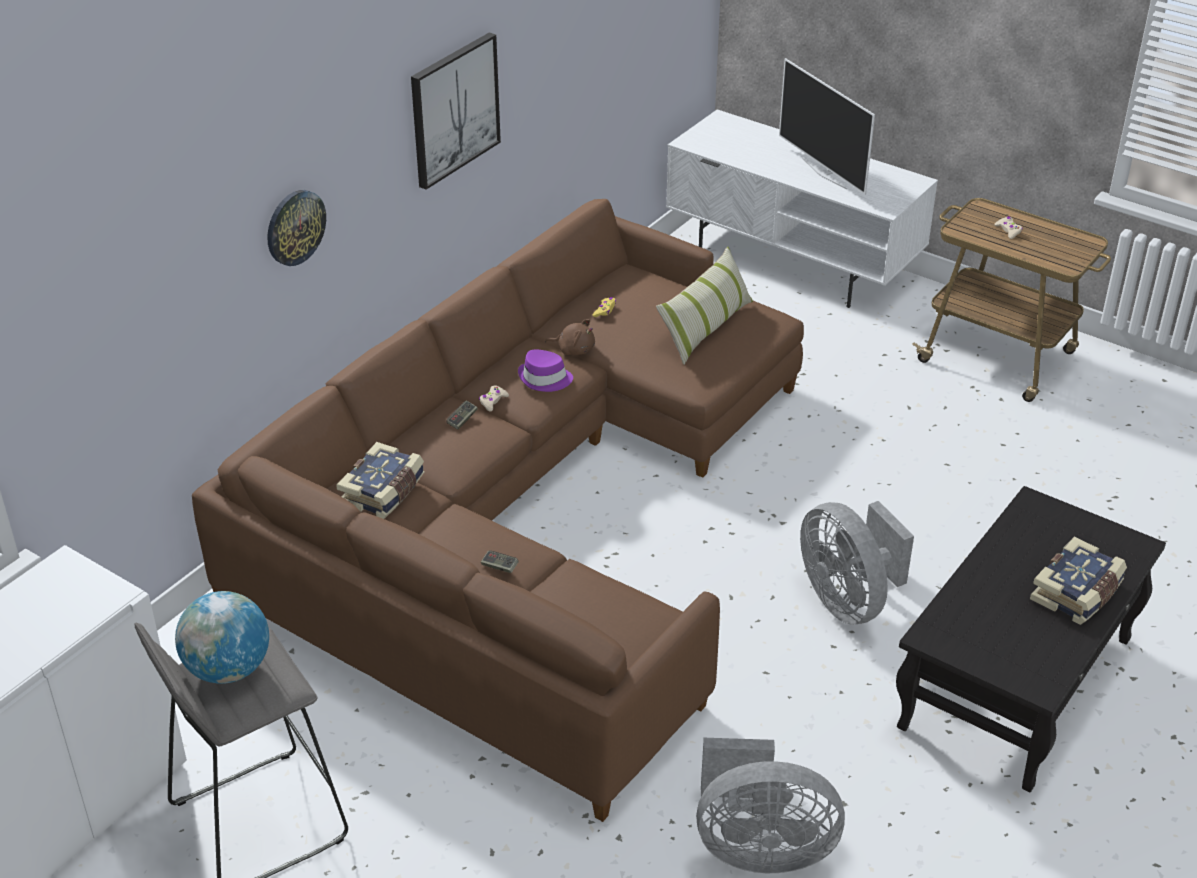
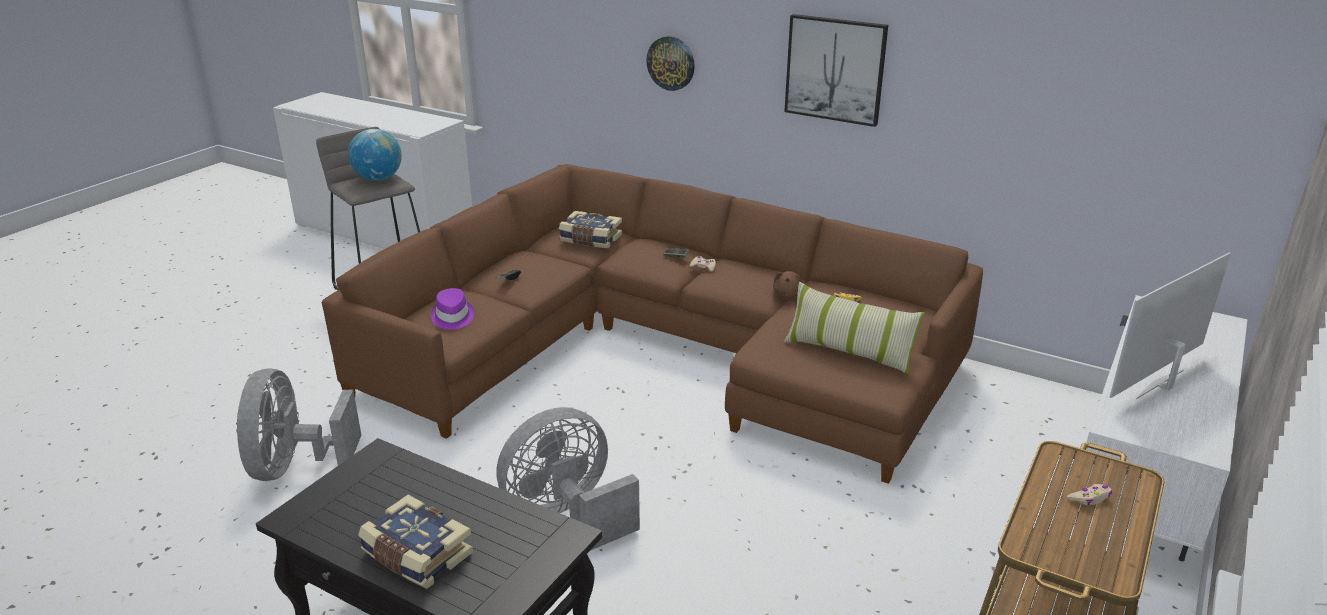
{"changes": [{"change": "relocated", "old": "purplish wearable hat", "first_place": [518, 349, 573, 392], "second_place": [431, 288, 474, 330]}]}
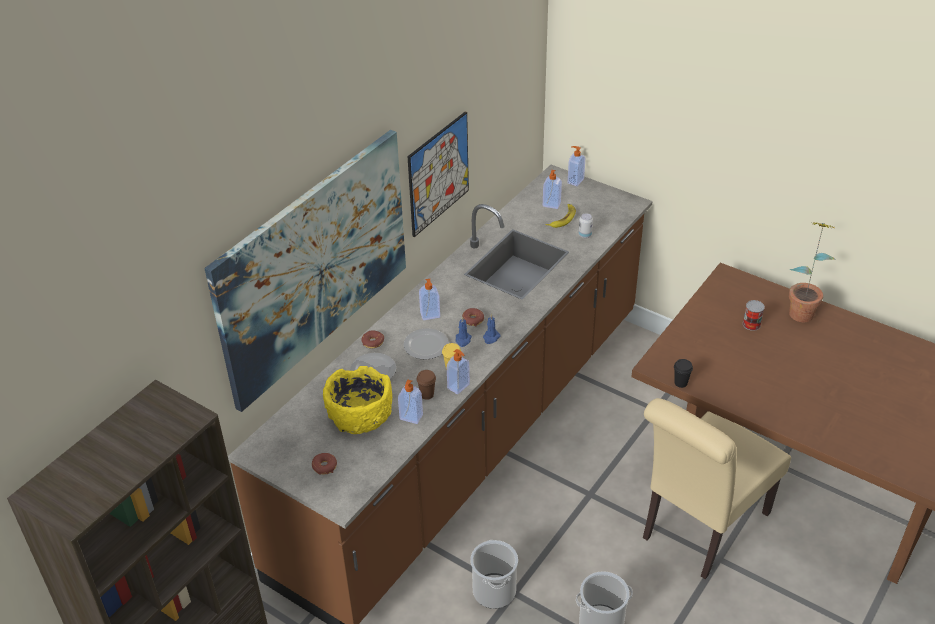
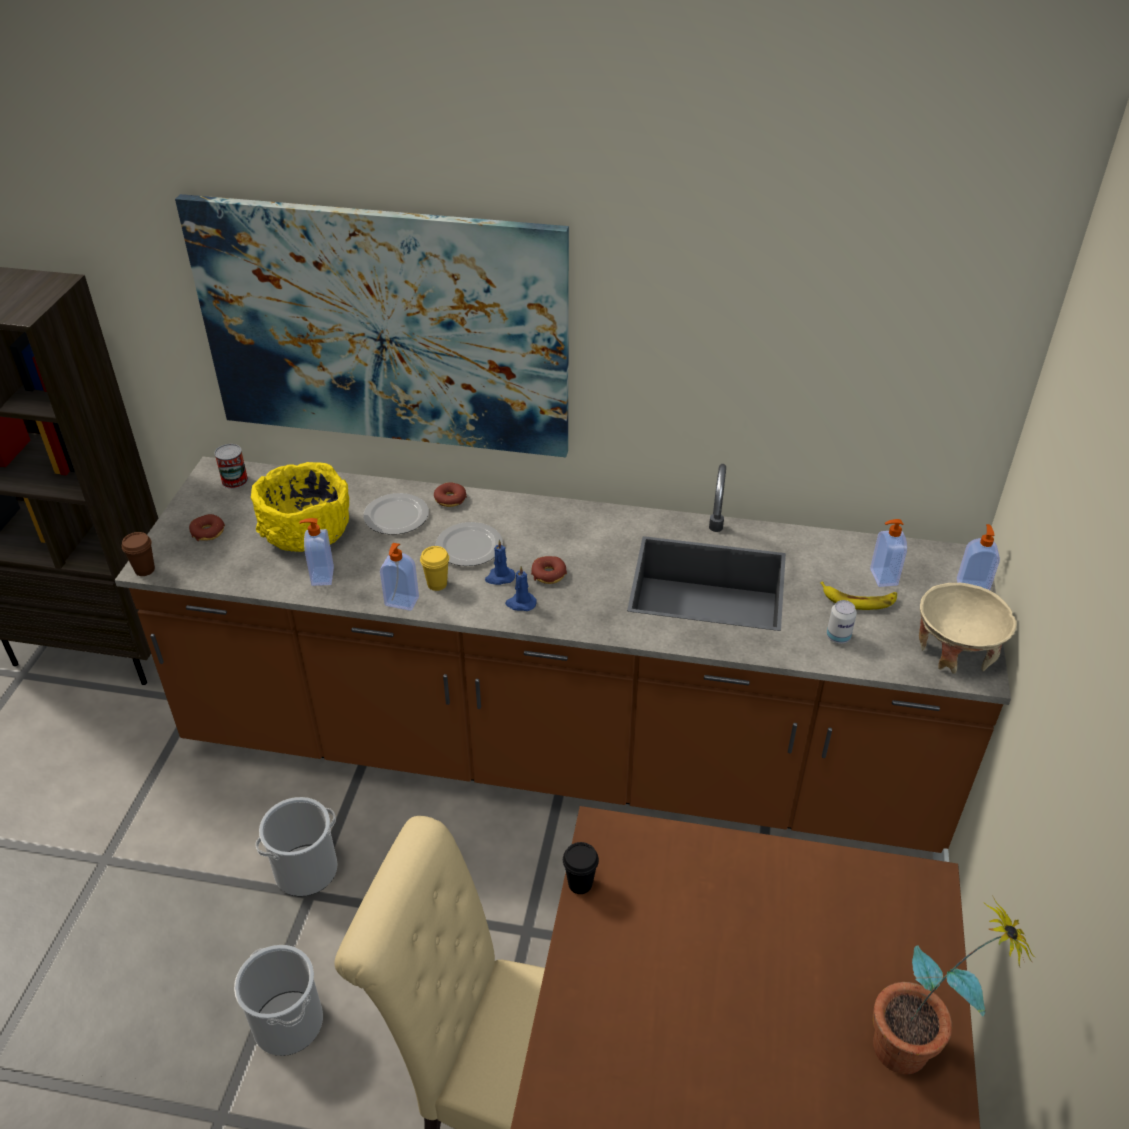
{"changes": [{"change": "missing", "old": "wall picture", "first_place": [407, 111, 469, 237]}, {"change": "relocated", "old": "brown cup", "first_place": [416, 370, 436, 400], "second_place": [122, 532, 155, 576]}, {"change": "missing", "old": "soap dispenser", "first_place": [419, 279, 440, 320]}, {"change": "relocated", "old": "sealed can", "first_place": [743, 300, 765, 331], "second_place": [214, 444, 248, 489]}, {"change": "appeared", "new": "beige-coloured deep dish", "second_place": [919, 583, 1017, 674]}]}
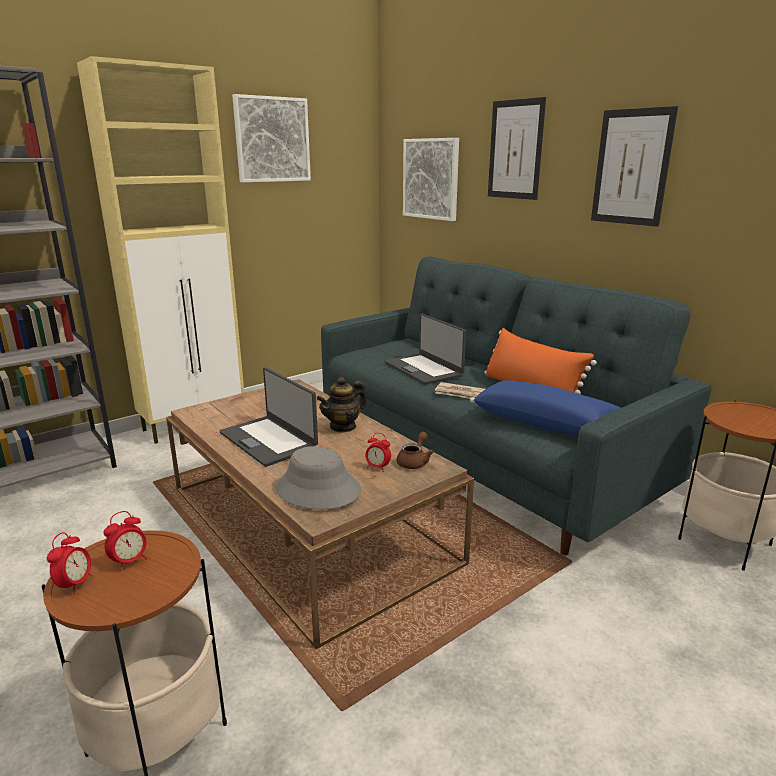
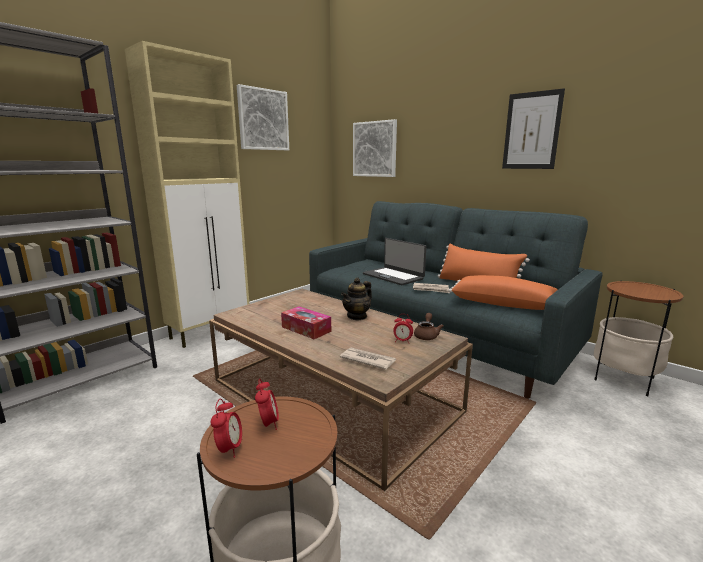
{"changes": [{"change": "spun", "old": "alarm clock", "first_place": [103, 511, 147, 571], "second_place": [255, 378, 279, 430], "degrees": -45}, {"change": "exchanged", "old": "portable computer", "new": "tissue box", "first_place": [219, 367, 318, 467], "second_place": [281, 306, 331, 339]}, {"change": "exchanged", "old": "gray wearable hat", "new": "newspaper", "first_place": [276, 446, 361, 509], "second_place": [340, 347, 396, 370]}, {"change": "colour", "old": "bluish pillow", "new": "orange-coloured pillow", "first_place": [470, 380, 620, 436], "second_place": [448, 275, 558, 310]}, {"change": "missing", "old": "wall picture", "first_place": [488, 97, 546, 200]}]}
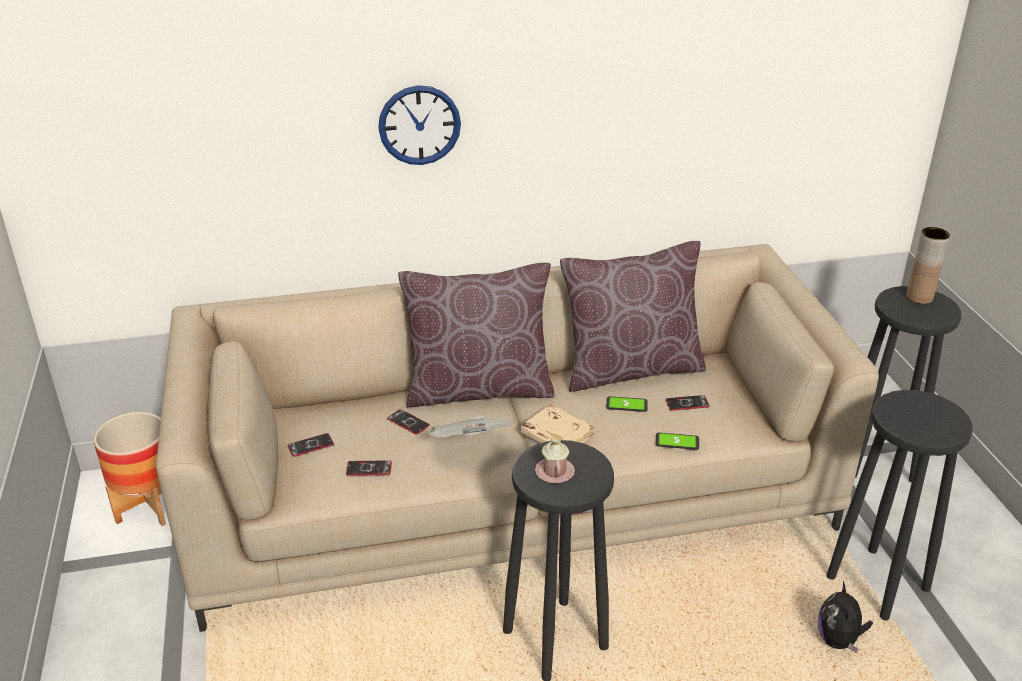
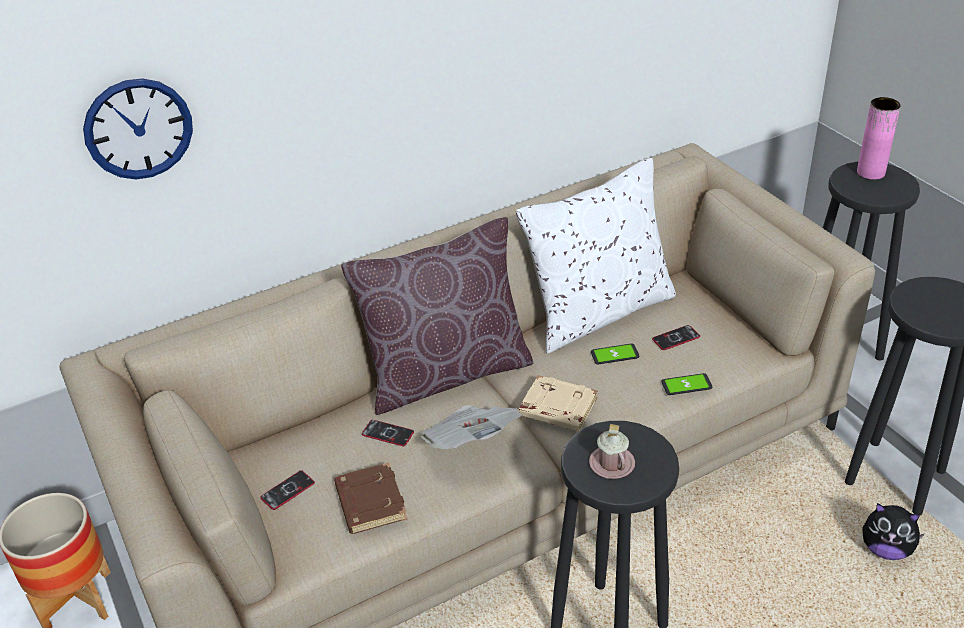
{"changes": [{"change": "exchanged", "old": "telephone", "new": "brown bound book", "first_place": [346, 460, 392, 476], "second_place": [334, 462, 407, 534]}, {"change": "relocated", "old": "wall clock", "first_place": [378, 85, 461, 165], "second_place": [83, 78, 193, 179]}, {"change": "colour", "old": "brown pillow", "new": "white pillow", "first_place": [560, 241, 706, 392], "second_place": [516, 158, 676, 354]}, {"change": "spun", "old": "soft toy", "first_place": [818, 581, 873, 654], "second_place": [863, 503, 925, 560], "degrees": -60}, {"change": "colour", "old": "brown vase", "new": "pink vase", "first_place": [906, 227, 950, 304], "second_place": [857, 97, 901, 180]}]}
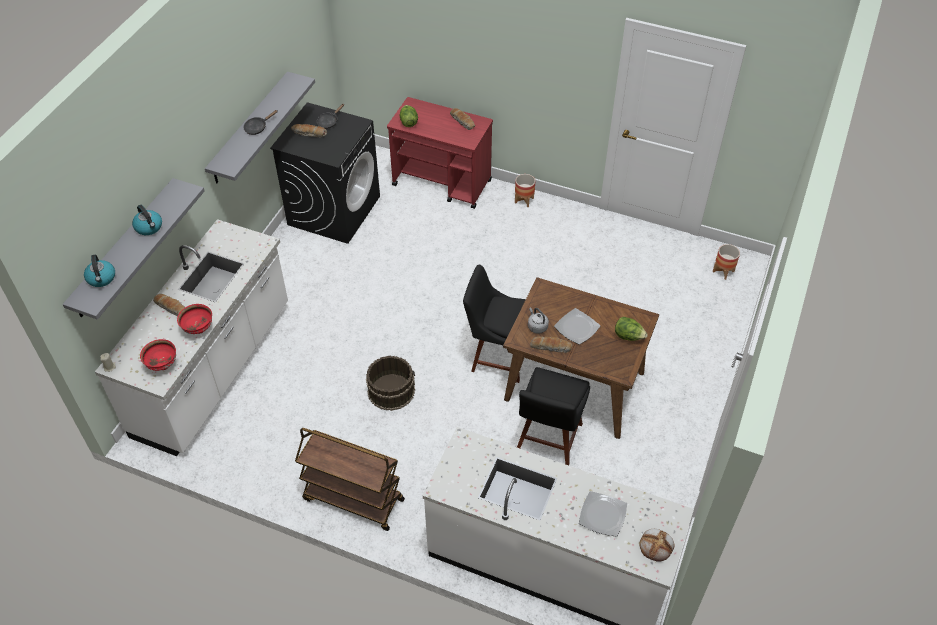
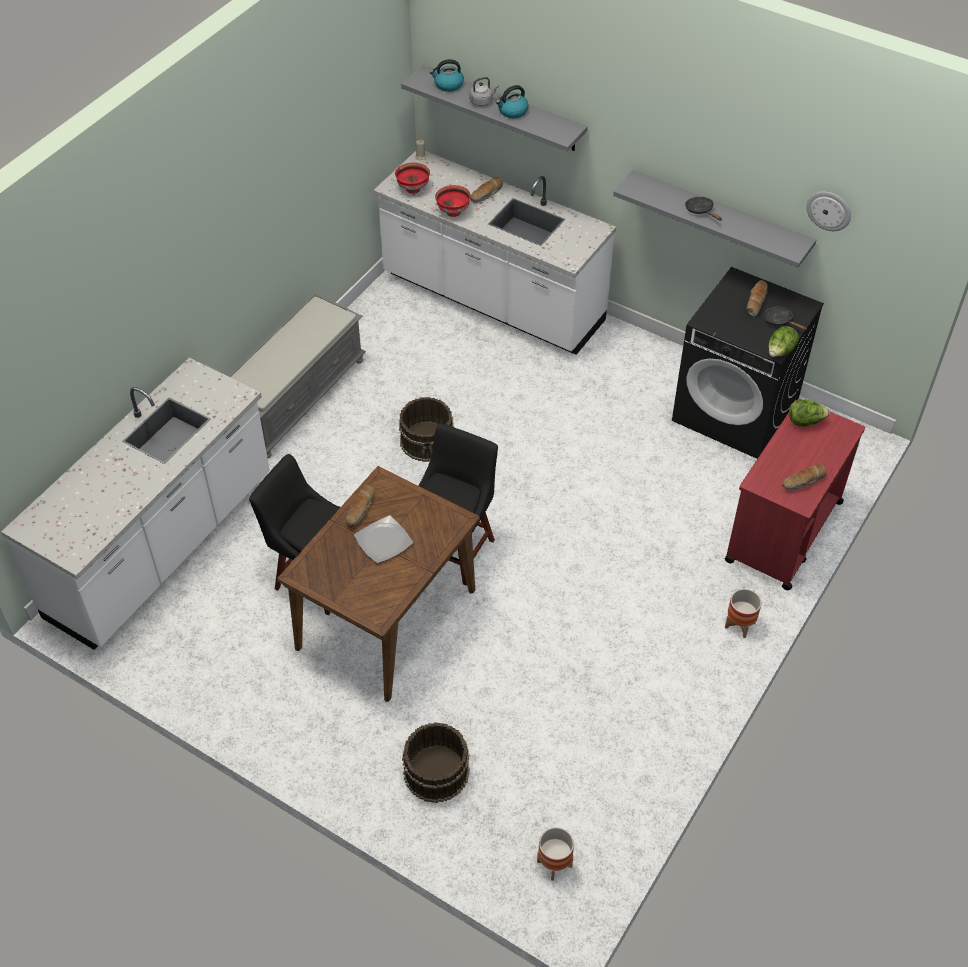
{"changes": [{"change": "exchanged", "old": "brown trolley", "new": "gray indoor bench", "first_place": [295, 428, 405, 531], "second_place": [228, 293, 366, 458]}, {"change": "relocated", "old": "gray water kettle", "first_place": [528, 307, 549, 334], "second_place": [470, 77, 499, 106]}, {"change": "missing", "old": "dinner plate", "first_place": [579, 491, 627, 537]}, {"change": "relocated", "old": "lettuce", "first_place": [615, 317, 648, 341], "second_place": [768, 326, 799, 357]}, {"change": "missing", "old": "baked bread", "first_place": [639, 529, 674, 562]}, {"change": "appeared", "new": "brown pail", "second_place": [402, 722, 470, 803]}, {"change": "appeared", "new": "wall clock", "second_place": [806, 191, 851, 231]}]}
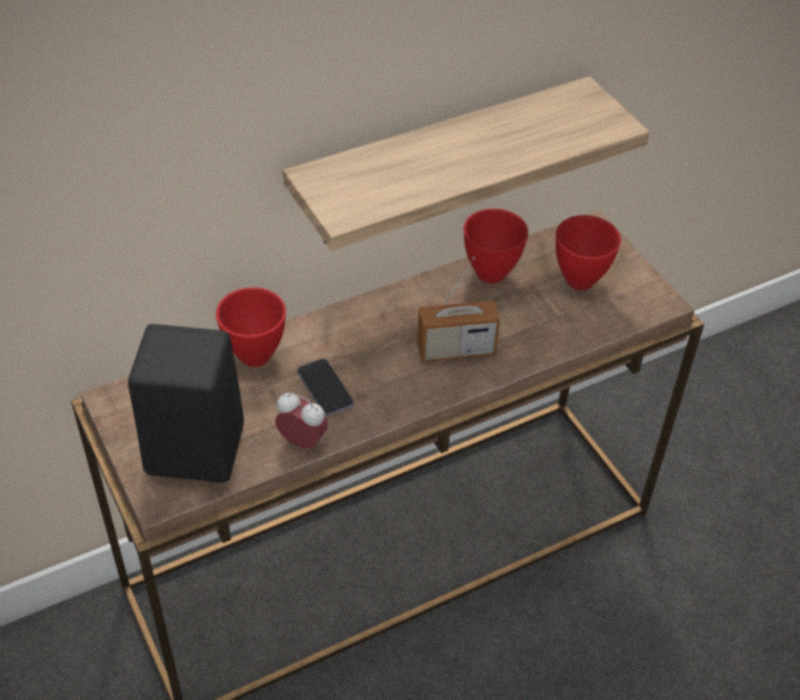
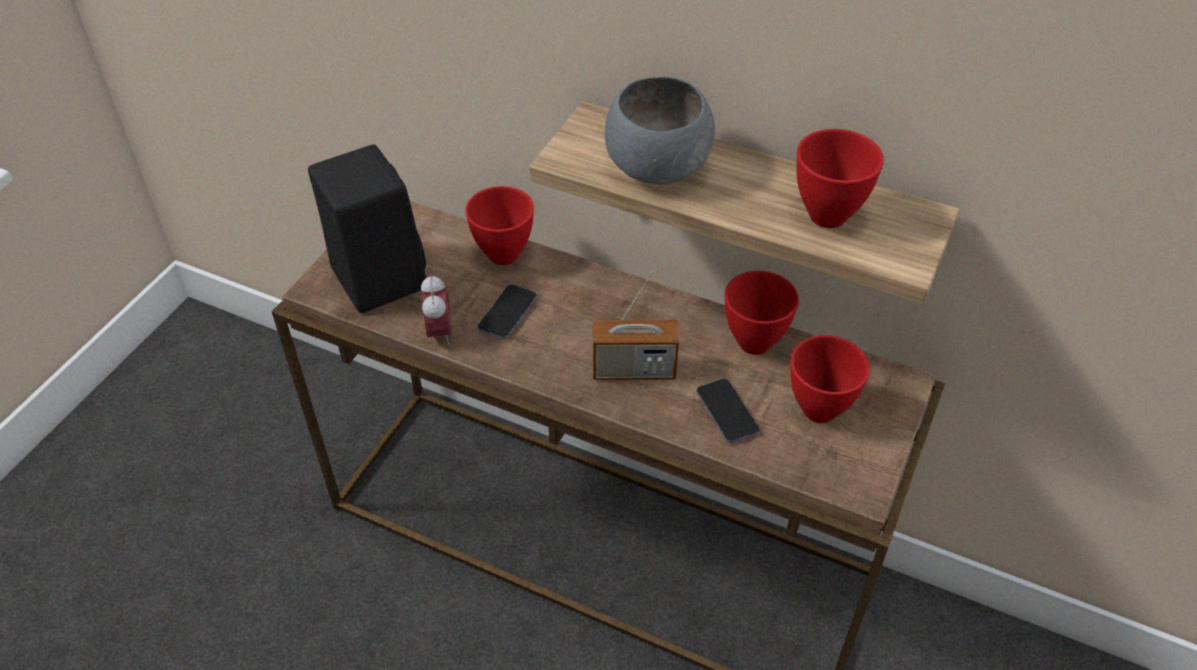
{"changes": [{"change": "spun", "old": "radio set", "first_place": [417, 256, 500, 362], "second_place": [593, 270, 679, 380], "degrees": -45}, {"change": "appeared", "new": "gray deep dish", "second_place": [605, 77, 715, 185]}, {"change": "appeared", "new": "telephone", "second_place": [696, 379, 759, 443]}, {"change": "appeared", "new": "red deep dish", "second_place": [796, 129, 884, 228]}]}
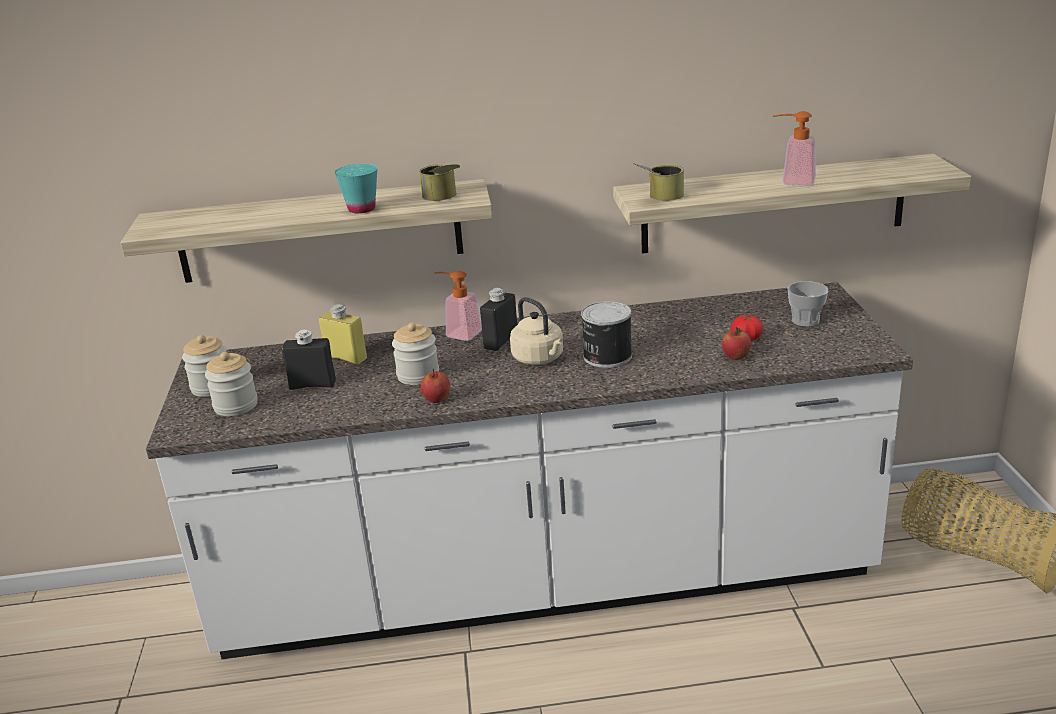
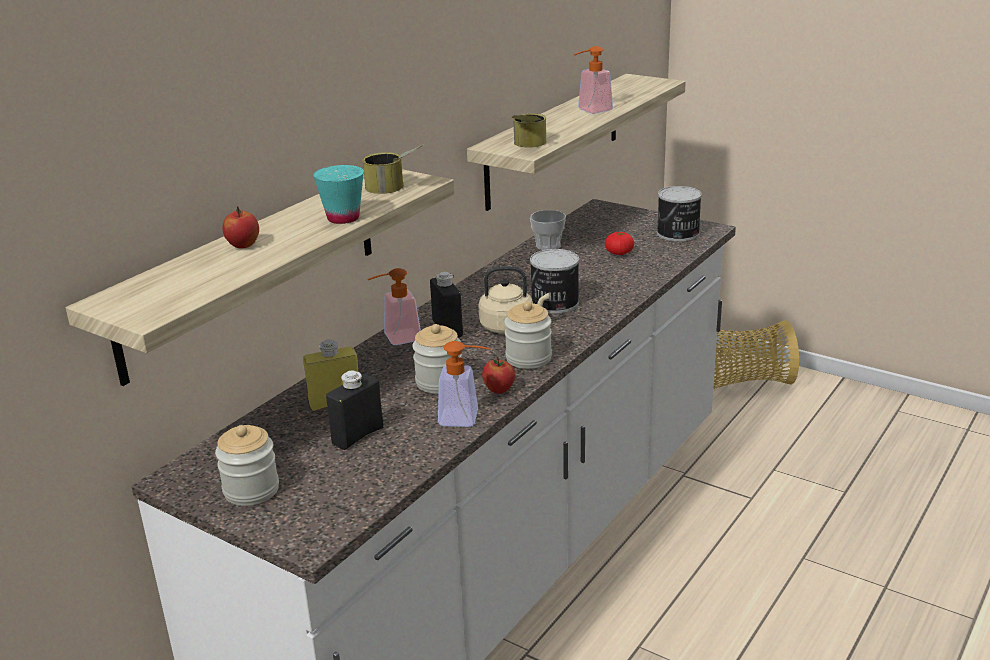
{"changes": [{"change": "relocated", "old": "jar", "first_place": [205, 352, 258, 416], "second_place": [504, 301, 552, 369]}, {"change": "relocated", "old": "apple", "first_place": [722, 327, 751, 360], "second_place": [223, 206, 259, 248]}, {"change": "relocated", "old": "cup", "first_place": [788, 281, 828, 327], "second_place": [530, 210, 566, 250]}, {"change": "appeared", "new": "soap dispenser", "second_place": [438, 341, 490, 427]}, {"change": "appeared", "new": "sealed can", "second_place": [657, 186, 702, 241]}]}
